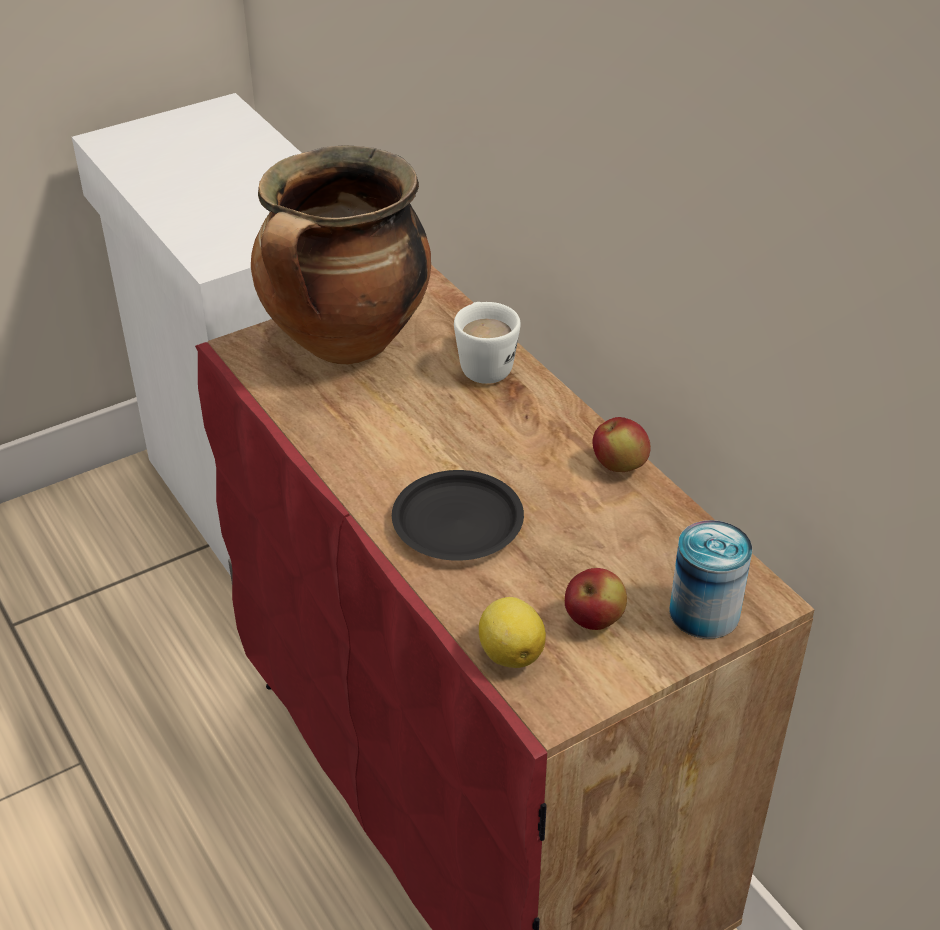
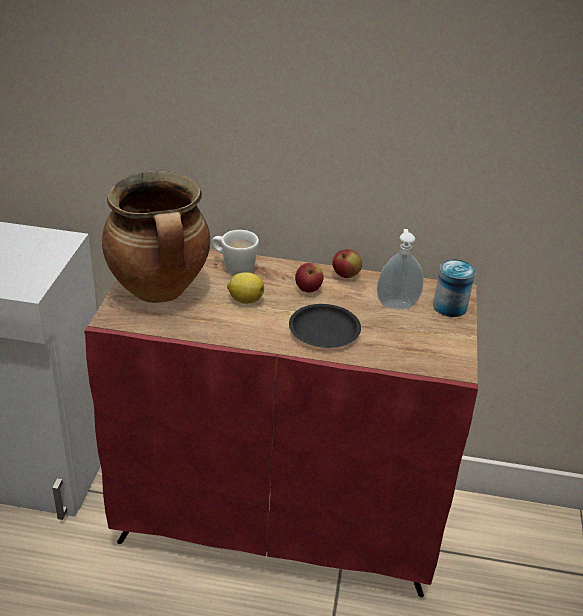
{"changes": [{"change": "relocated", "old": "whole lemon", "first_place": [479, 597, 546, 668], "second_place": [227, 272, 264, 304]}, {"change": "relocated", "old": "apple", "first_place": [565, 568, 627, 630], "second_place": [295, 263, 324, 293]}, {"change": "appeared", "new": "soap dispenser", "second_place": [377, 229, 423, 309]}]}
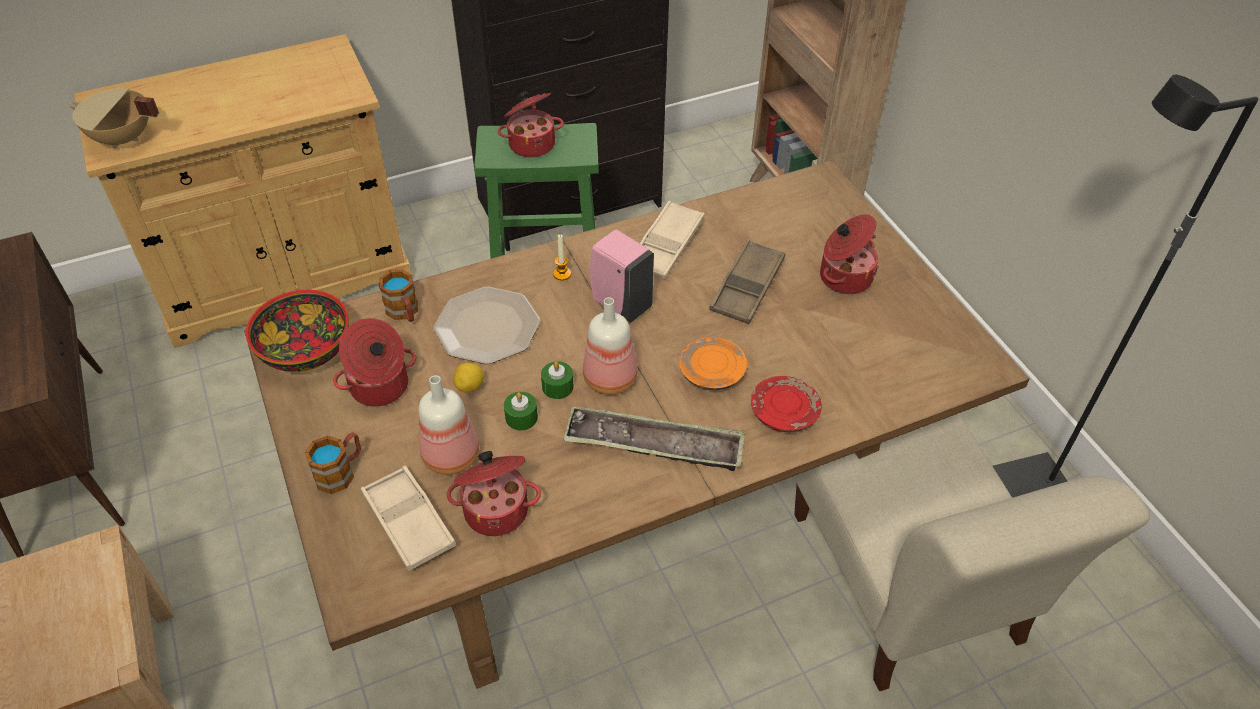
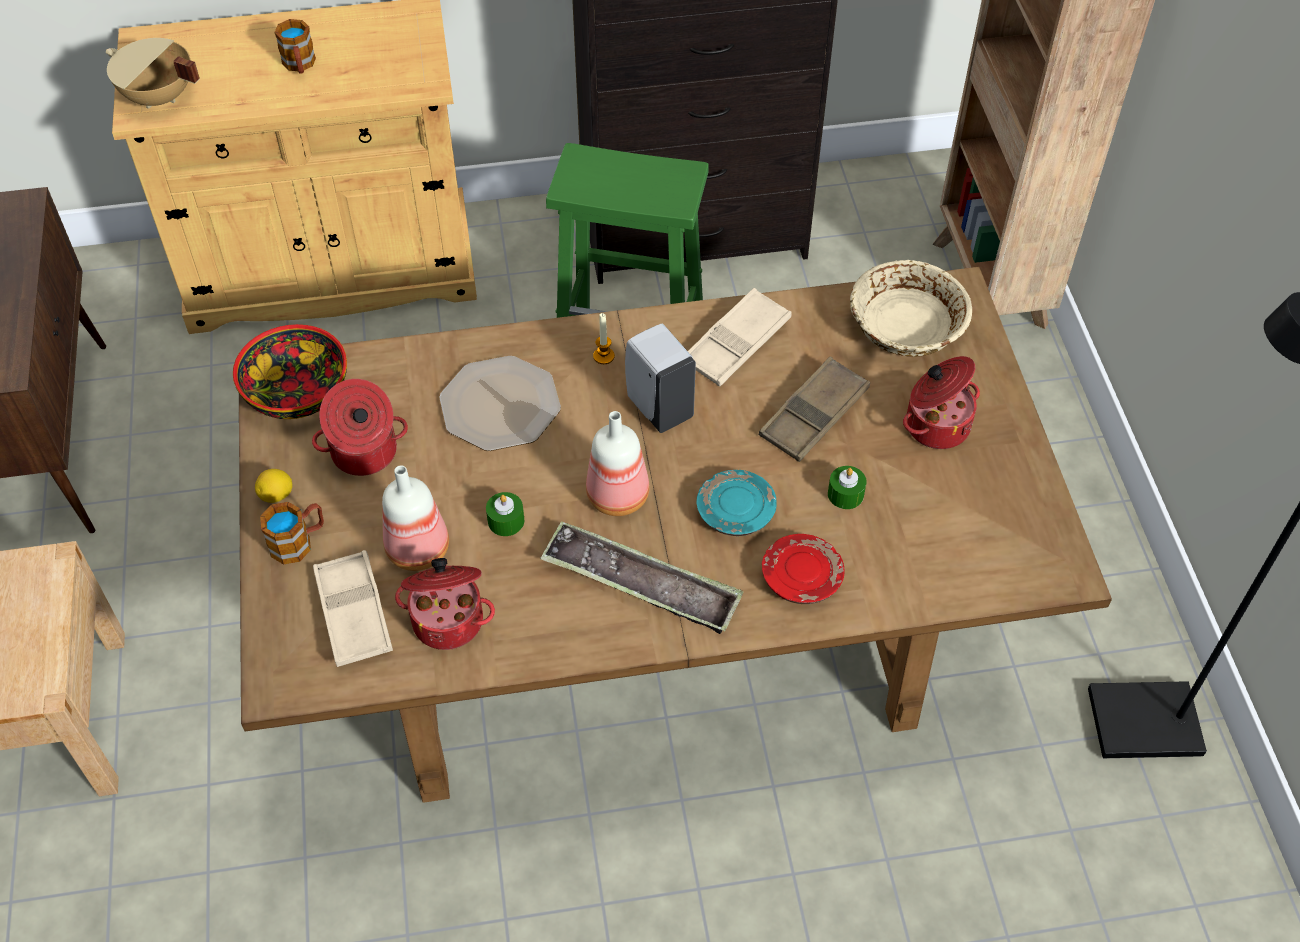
{"changes": [{"change": "relocated", "old": "tea mug", "first_place": [379, 269, 418, 322], "second_place": [274, 19, 316, 74]}, {"change": "relocated", "old": "whole lemon", "first_place": [453, 363, 484, 392], "second_place": [255, 469, 292, 503]}, {"change": "missing", "old": "stockpot", "first_place": [497, 91, 564, 158]}, {"change": "relocated", "old": "green candle", "first_place": [541, 361, 574, 399], "second_place": [828, 466, 867, 509]}, {"change": "colour", "old": "pink soap dispenser", "new": "white soap dispenser", "first_place": [590, 229, 654, 323], "second_place": [625, 323, 696, 433]}, {"change": "colour", "old": "orange-coloured dinner plate", "new": "turquoise dinner plate", "first_place": [679, 337, 747, 390], "second_place": [697, 470, 777, 536]}, {"change": "missing", "old": "beige-coloured chair", "first_place": [794, 413, 1150, 691]}, {"change": "appeared", "new": "beige-coloured deep dish", "second_place": [850, 260, 972, 357]}]}
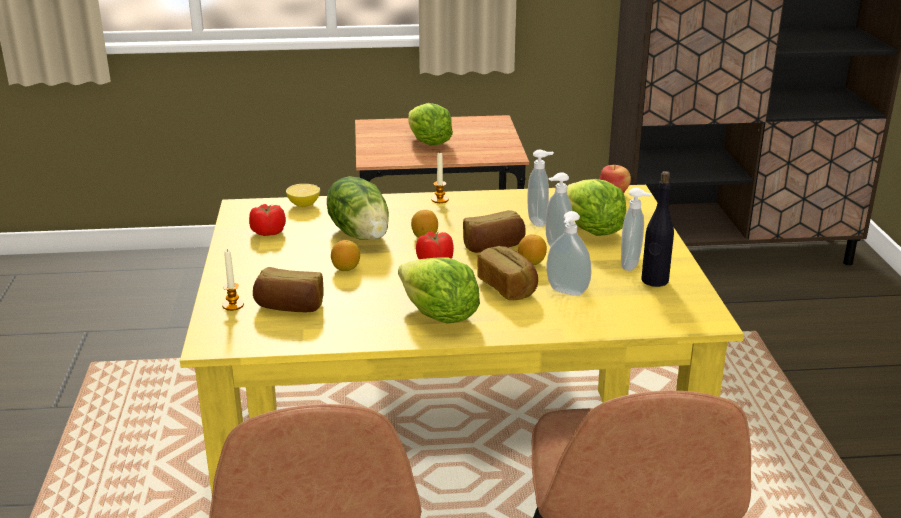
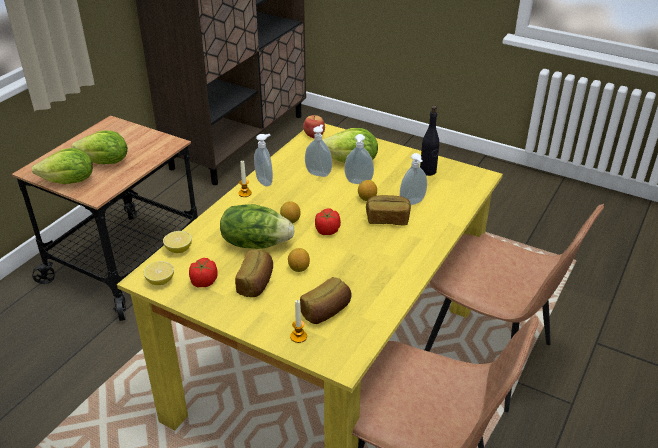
{"changes": [{"change": "relocated", "old": "lettuce", "first_place": [398, 257, 480, 324], "second_place": [32, 148, 93, 184]}, {"change": "relocated", "old": "baked bread", "first_place": [463, 210, 526, 253], "second_place": [235, 250, 273, 297]}, {"change": "relocated", "old": "soap dispenser", "first_place": [621, 188, 652, 271], "second_place": [254, 134, 273, 187]}, {"change": "appeared", "new": "whole lemon", "second_place": [144, 261, 174, 285]}]}
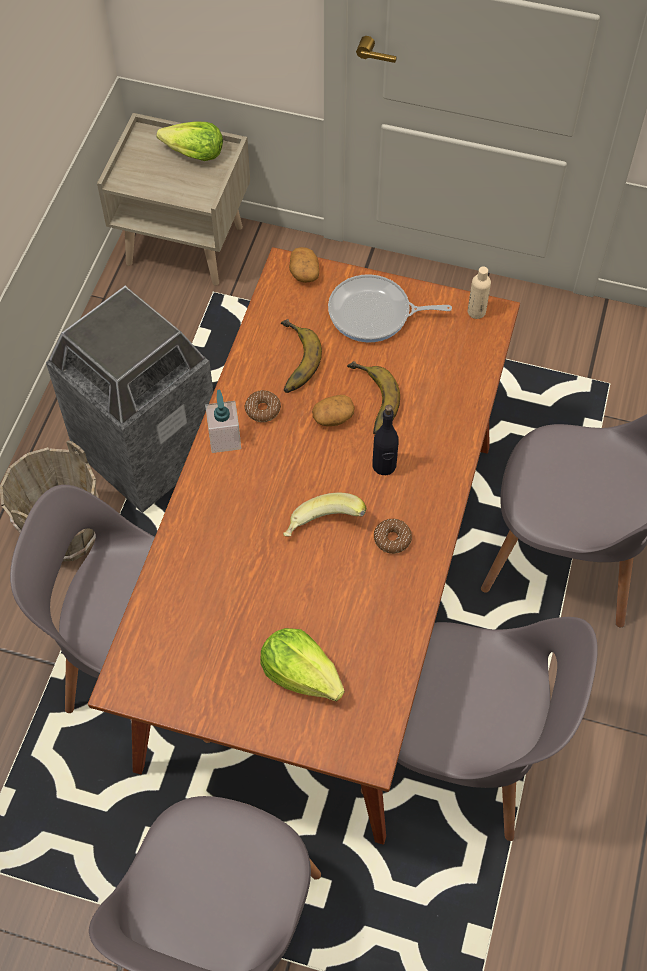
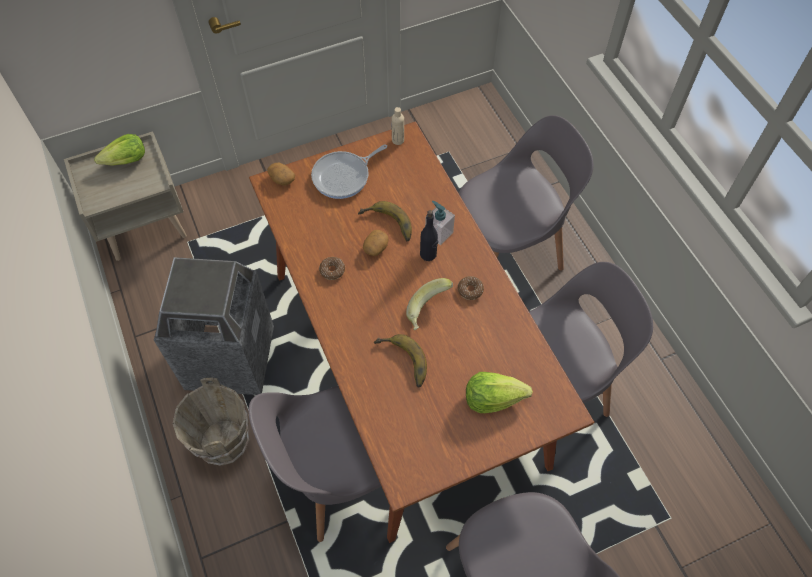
{"changes": [{"change": "relocated", "old": "soap dispenser", "first_place": [205, 389, 241, 453], "second_place": [425, 201, 455, 245]}, {"change": "relocated", "old": "banana fruit", "first_place": [281, 319, 322, 393], "second_place": [374, 334, 427, 387]}]}
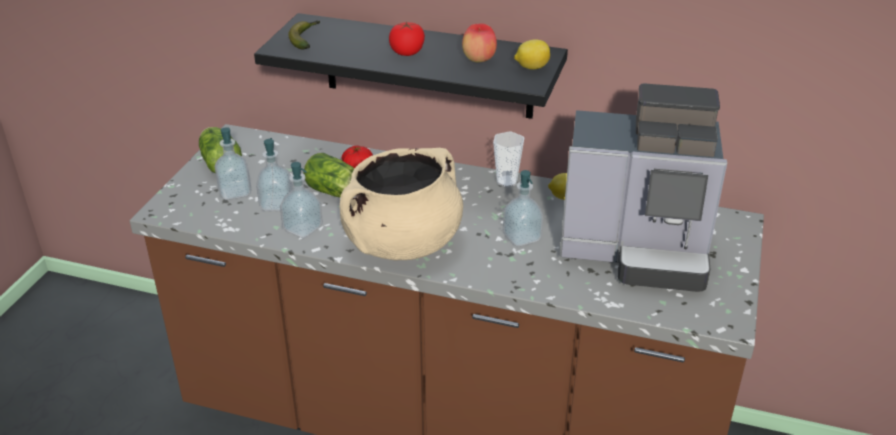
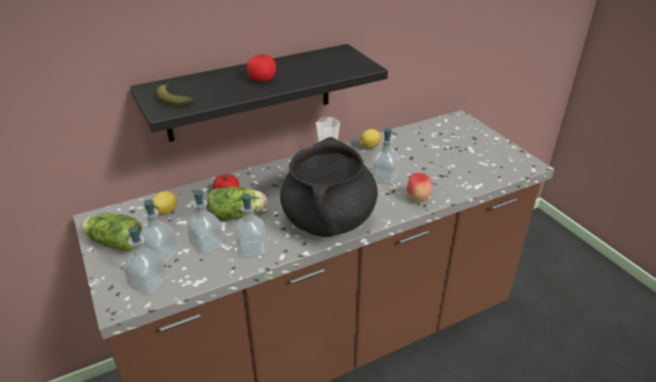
{"changes": [{"change": "colour", "old": "beige-coloured stockpot", "new": "black-coloured stockpot", "first_place": [339, 148, 463, 260], "second_place": [280, 137, 378, 237]}, {"change": "relocated", "old": "apple", "first_place": [462, 23, 497, 63], "second_place": [407, 173, 432, 202]}, {"change": "relocated", "old": "whole lemon", "first_place": [514, 39, 550, 69], "second_place": [152, 191, 177, 215]}, {"change": "missing", "old": "coffee machine", "first_place": [560, 83, 727, 292]}, {"change": "appeared", "new": "soap dispenser", "second_place": [123, 226, 167, 295]}]}
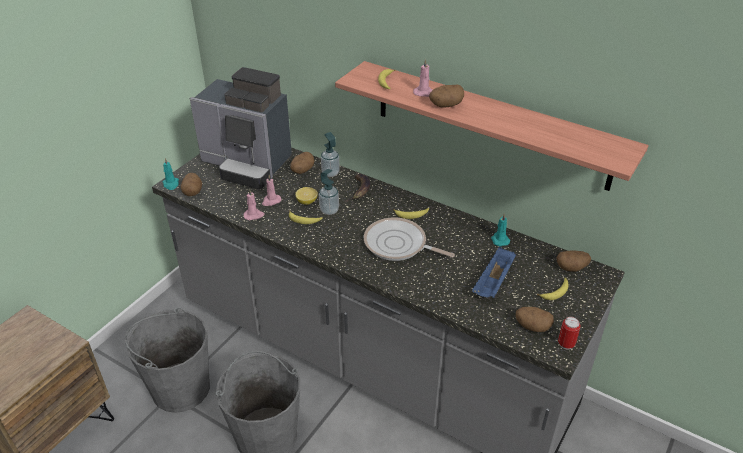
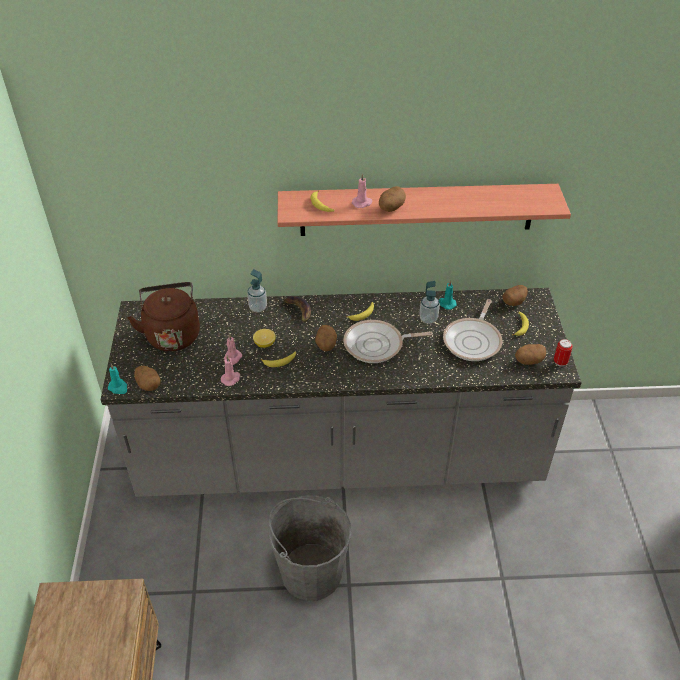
{"changes": [{"change": "missing", "old": "gray pail", "first_place": [125, 308, 210, 413]}, {"change": "exchanged", "old": "coffee machine", "new": "brown water kettle", "first_place": [190, 67, 292, 189], "second_place": [128, 282, 200, 351]}, {"change": "relocated", "old": "potato", "first_place": [290, 152, 315, 174], "second_place": [315, 325, 337, 351]}, {"change": "relocated", "old": "soap dispenser", "first_place": [319, 169, 339, 215], "second_place": [419, 281, 440, 324]}, {"change": "exchanged", "old": "bluish tray", "new": "skillet", "first_place": [472, 247, 516, 298], "second_place": [443, 299, 502, 361]}]}
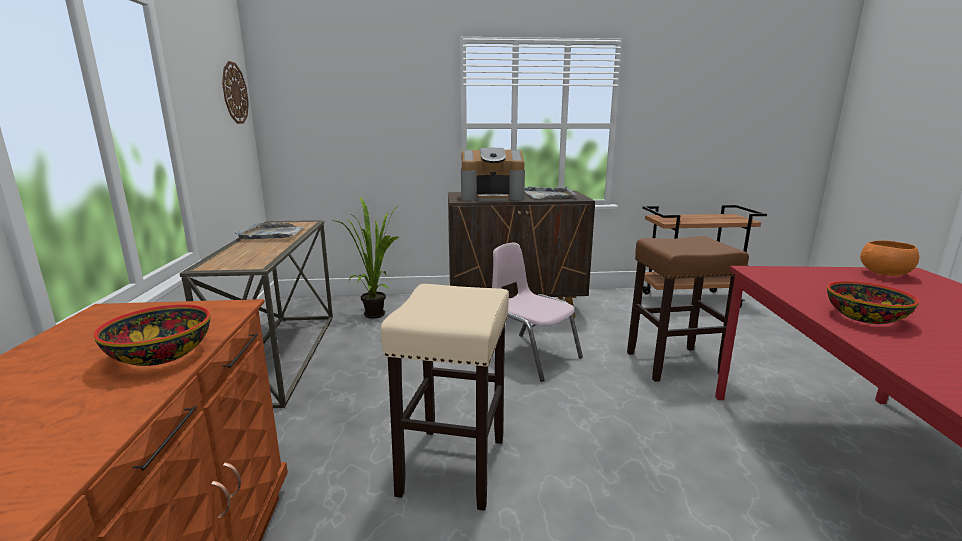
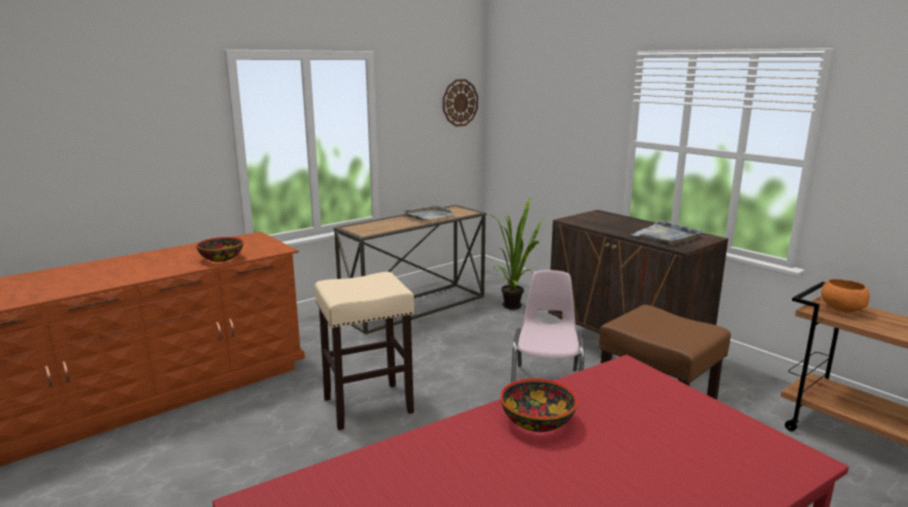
{"changes": [{"change": "missing", "old": "coffee machine", "first_place": [461, 148, 525, 201]}, {"change": "relocated", "old": "orange-coloured deep dish", "first_place": [860, 240, 919, 276], "second_place": [821, 279, 870, 313]}]}
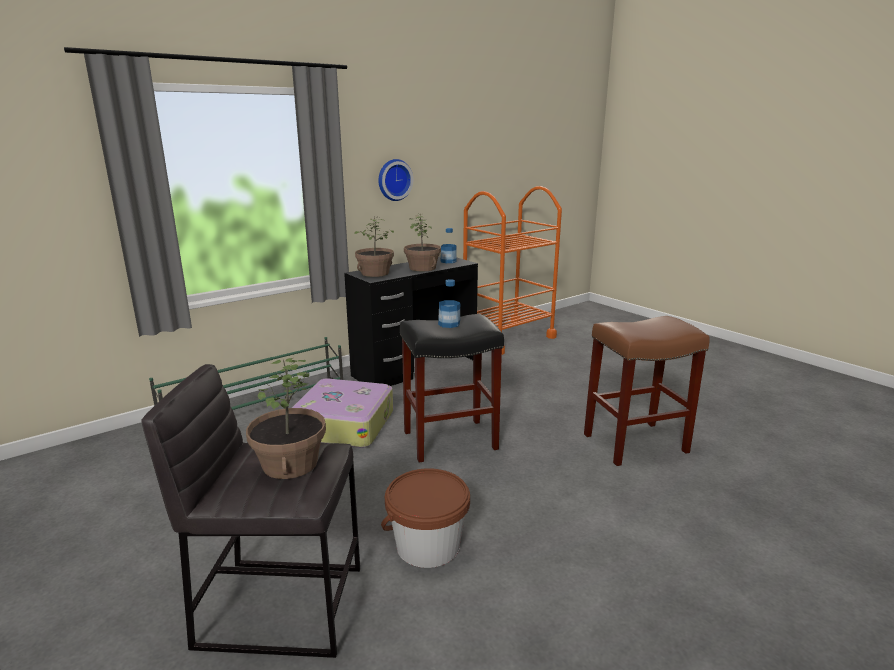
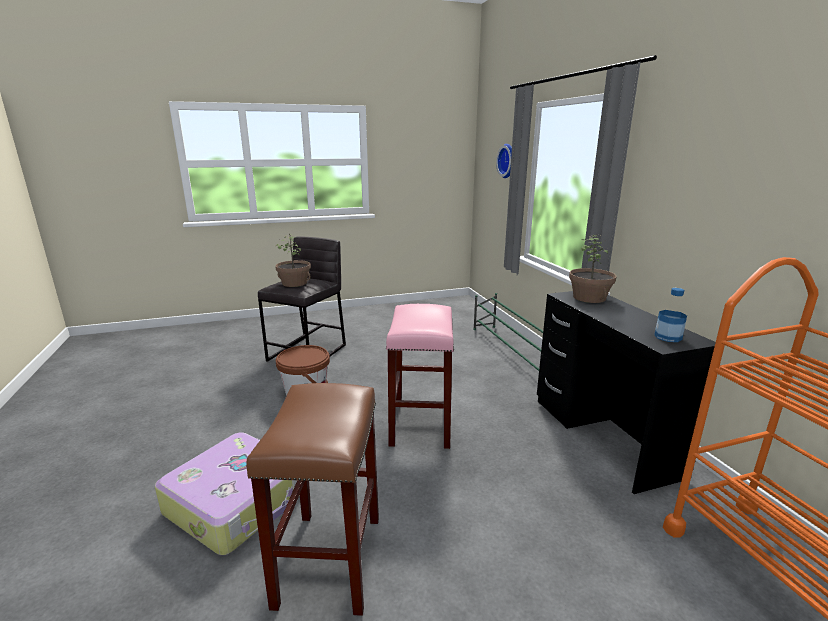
{"changes": [{"change": "relocated", "old": "piece of luggage", "first_place": [292, 379, 393, 448], "second_place": [155, 432, 300, 555]}, {"change": "relocated", "old": "wall clock", "first_place": [378, 159, 413, 201], "second_place": [496, 144, 512, 178]}, {"change": "colour", "old": "black-coloured stool", "new": "pink stool", "first_place": [400, 314, 504, 463], "second_place": [386, 304, 454, 449]}, {"change": "missing", "old": "plant in a pot", "first_place": [404, 214, 441, 271]}, {"change": "missing", "old": "drink bottle", "first_place": [438, 279, 460, 328]}]}
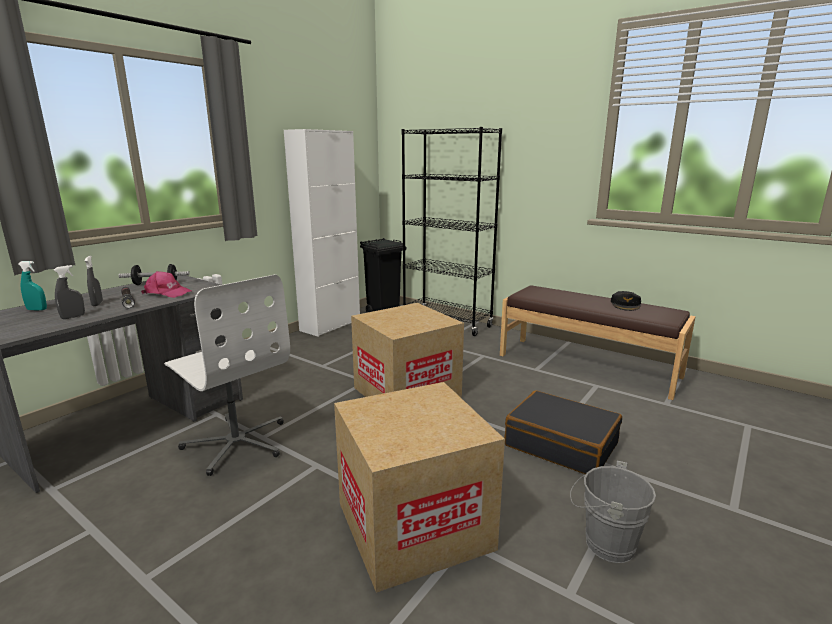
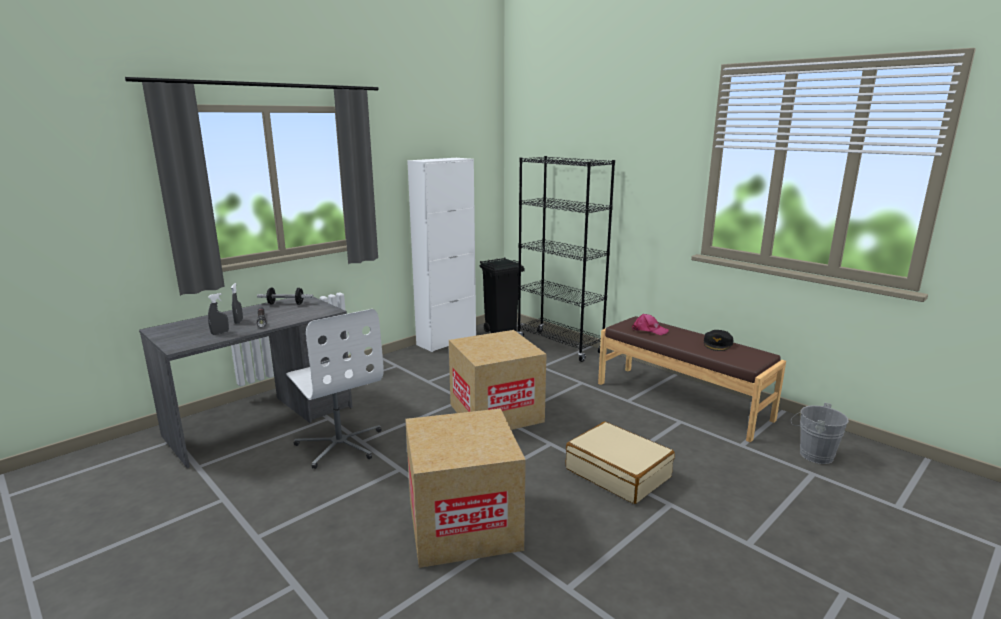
{"changes": [{"change": "missing", "old": "turquoise sprayer", "first_place": [18, 261, 47, 311]}, {"change": "relocated", "old": "pink peaked cap", "first_place": [141, 271, 192, 298], "second_place": [632, 314, 669, 335]}, {"change": "colour", "old": "black-coloured piece of luggage", "new": "beige-coloured piece of luggage", "first_place": [504, 390, 622, 474], "second_place": [565, 422, 675, 504]}, {"change": "relocated", "old": "gray pail", "first_place": [570, 461, 656, 563], "second_place": [791, 403, 849, 464]}]}
